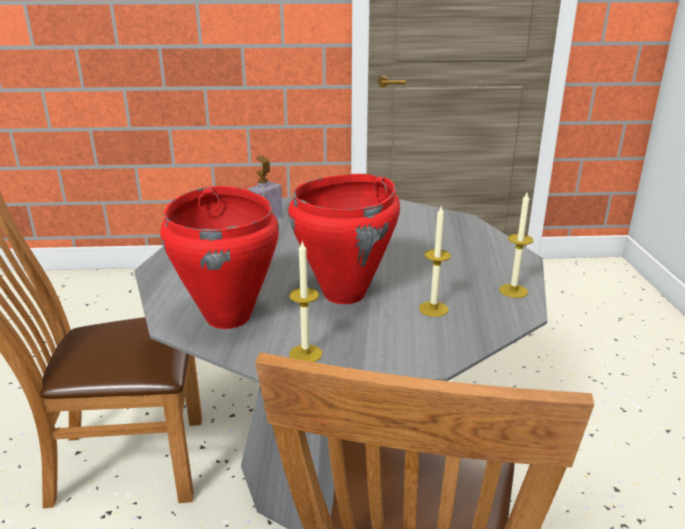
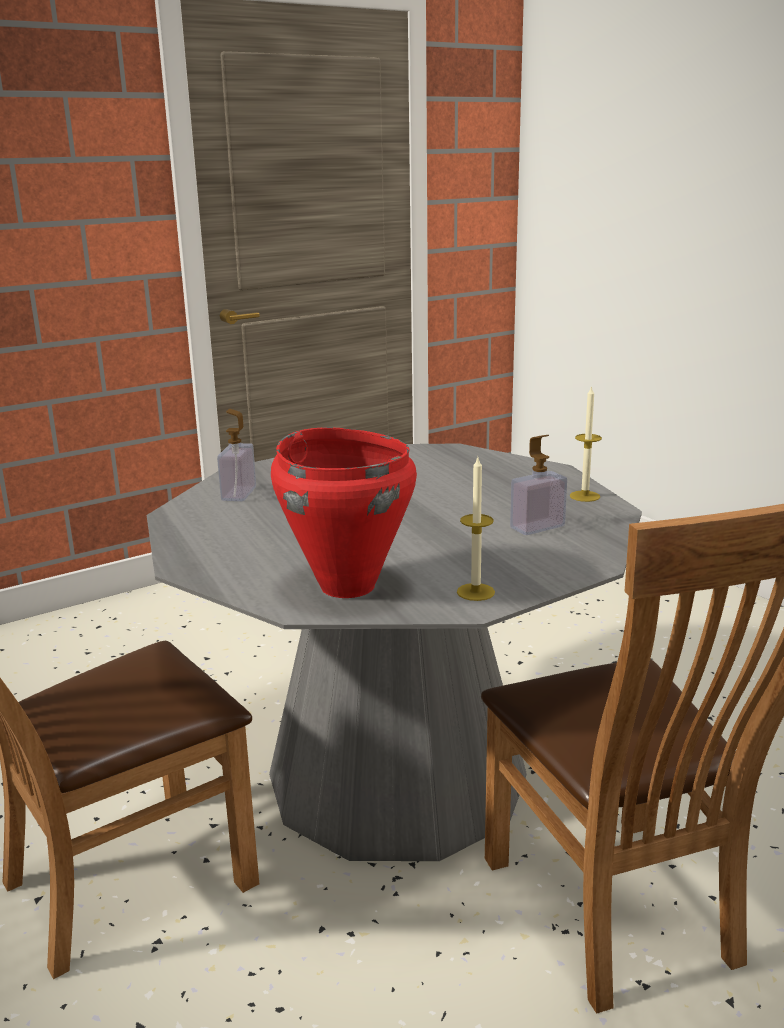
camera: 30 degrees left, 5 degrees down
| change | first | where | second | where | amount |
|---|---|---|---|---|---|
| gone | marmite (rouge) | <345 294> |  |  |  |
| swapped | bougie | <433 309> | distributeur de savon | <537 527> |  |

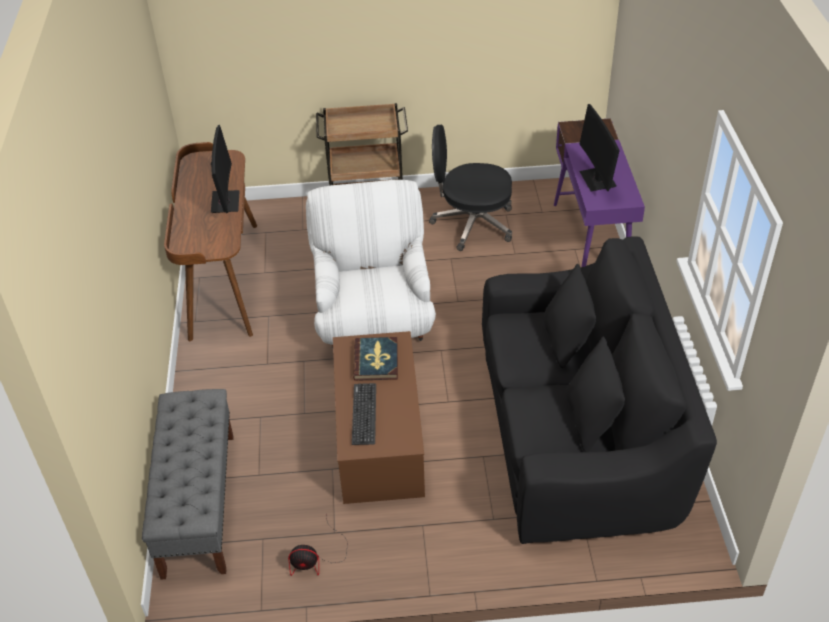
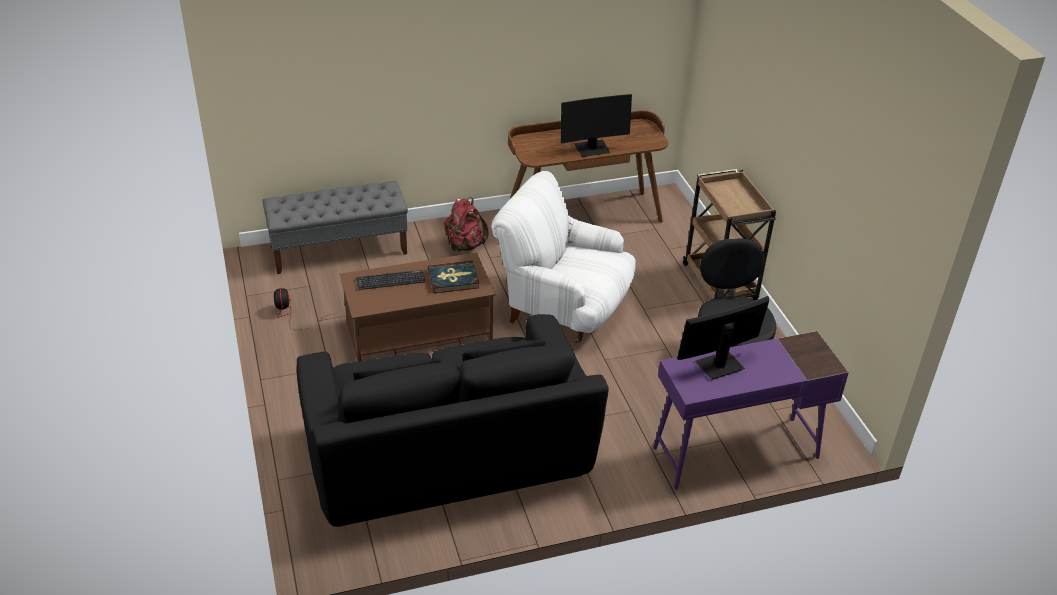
camera: 75 degrees right, 5 degrees down
| change | first | where | second | where | amount |
|---|---|---|---|---|---|
| new |  |  | sac à dos (rouge) | <464 245> |  |
| rotated | fauteuil (blanc) | <373 319> |  | <562 309> | 135 degrees counterclockwise |

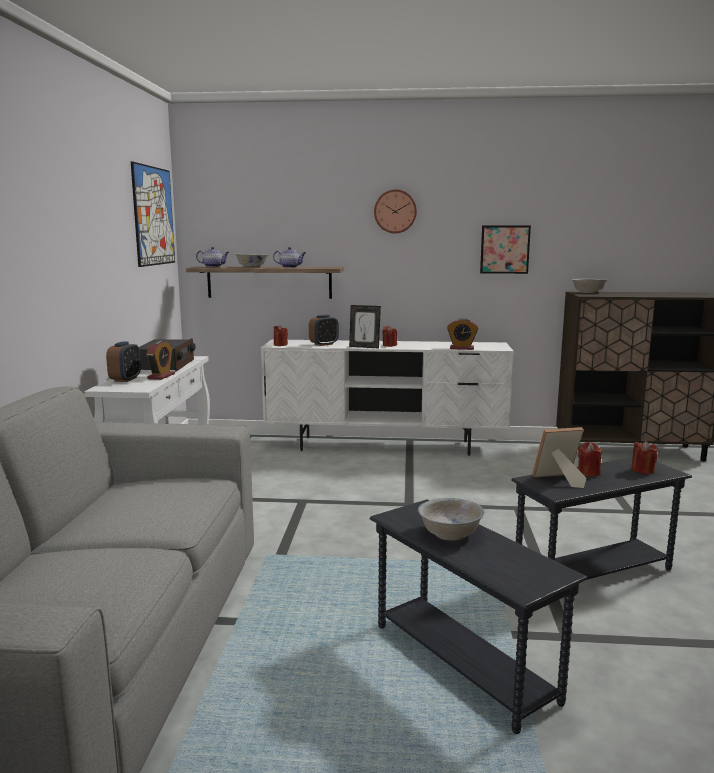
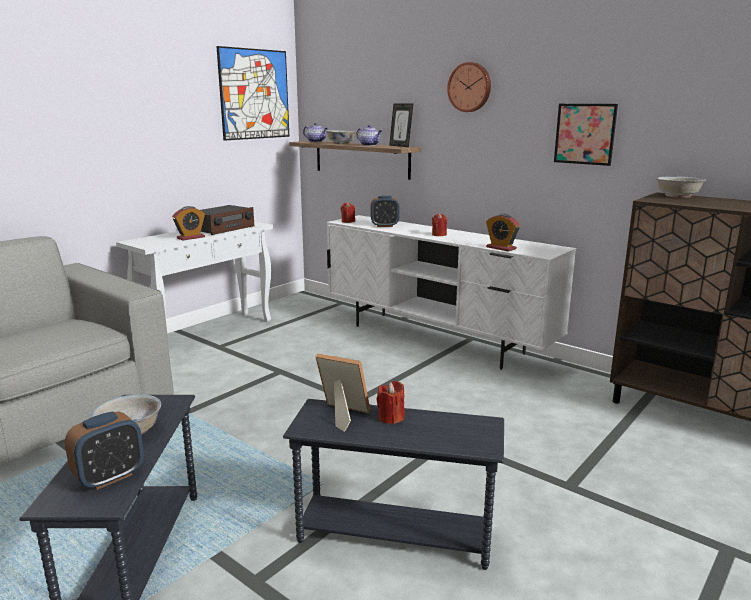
camera: 35 degrees right, 5 degrees up
| change | first | where | second | where | amount |
|---|---|---|---|---|---|
| gone | bougie (rouge) | <642 470> |  |  |  |
| shifted | réveil | <125 379> |  | <110 477> |  |
| shifted | cadre photo | <364 347> |  | <400 146> |  |

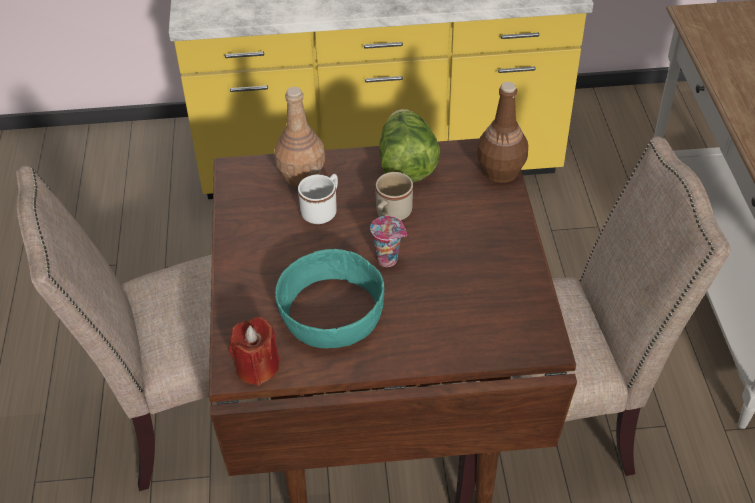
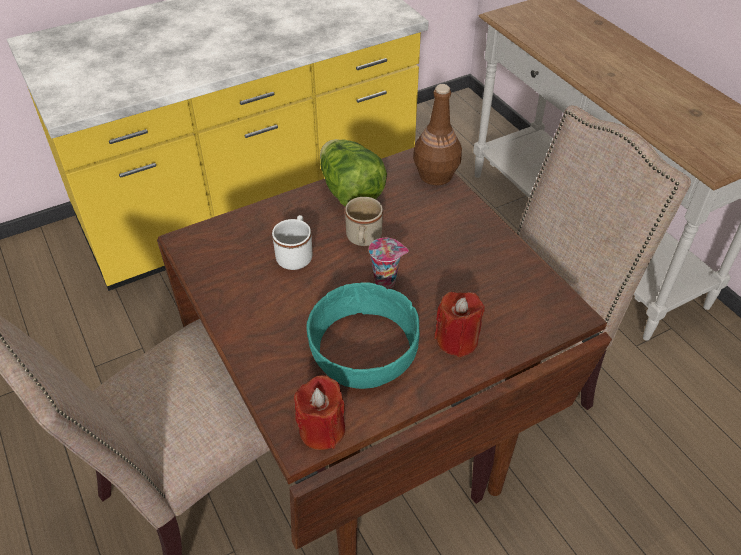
camera: 25 degrees left, 0 degrees up
| change | first | where | second | where | amount |
|---|---|---|---|---|---|
| gone | bouteille (marron) | <301 175> |  |  |  |
| new |  |  | bougie (rouge) | <457 340> |  |

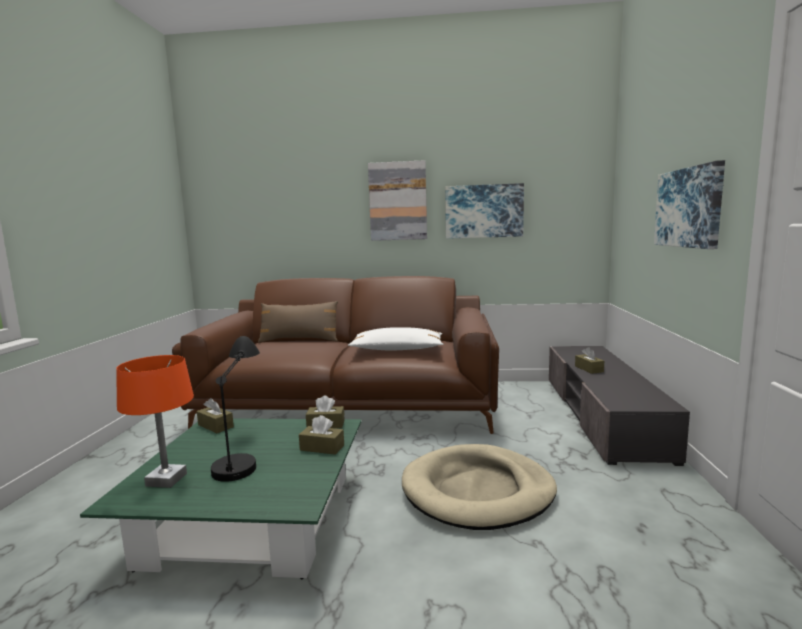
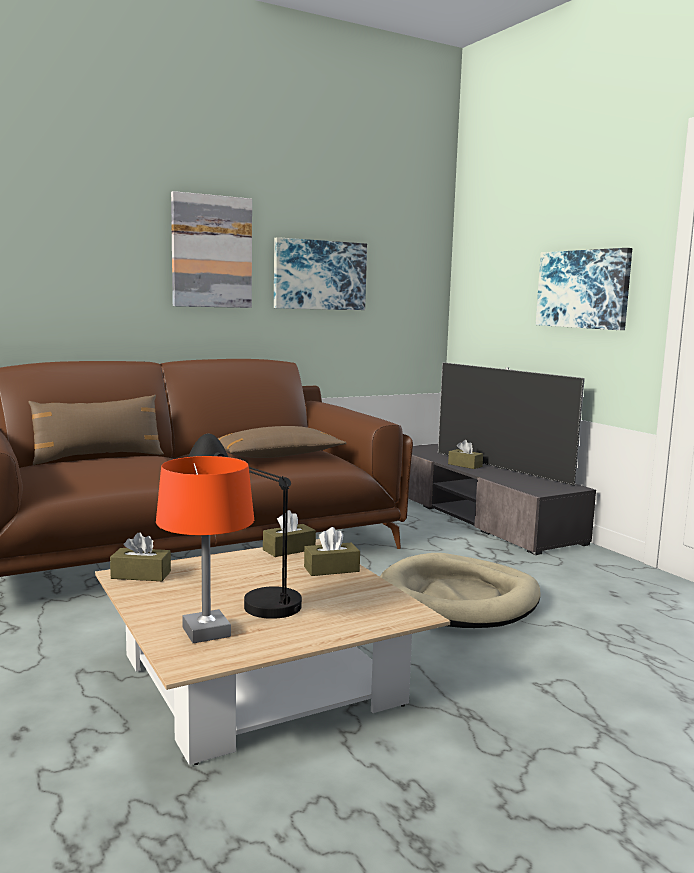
camera: 35 degrees left, 0 degrees up
| change | first | where | second | where | amount |
|---|---|---|---|---|---|
| new |  |  | téléviseur | <501 468> |  |
| repainted | table basse (vert) | <254 518> | table basse (beige) | <261 678> |  |
| repainted | coussin (blanc) | <397 349> | coussin (marron) | <277 456> |  |

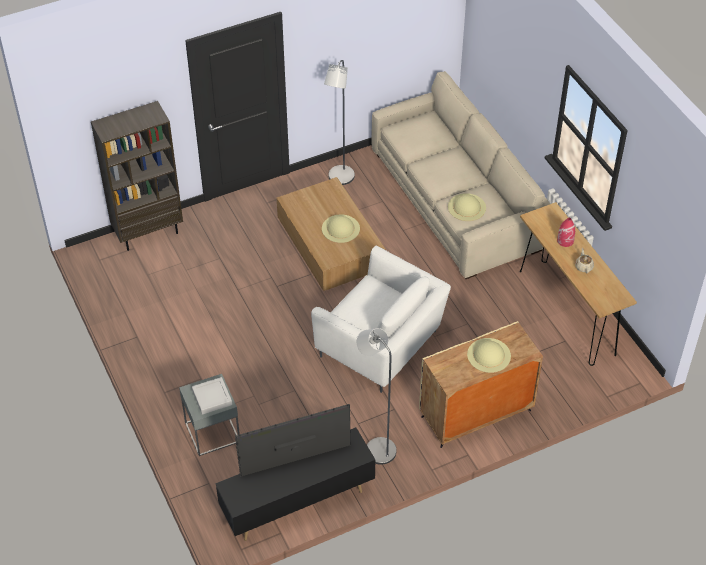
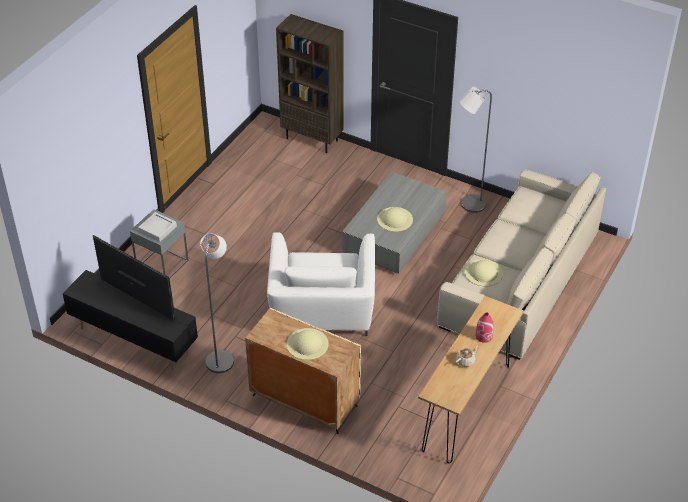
camera: 55 degrees right, 5 degrees down
| change | first | where | second | where | amount |
|---|---|---|---|---|---|
| repainted | table basse (marron) | <330 246> | table basse (gris) | <394 235> |  |

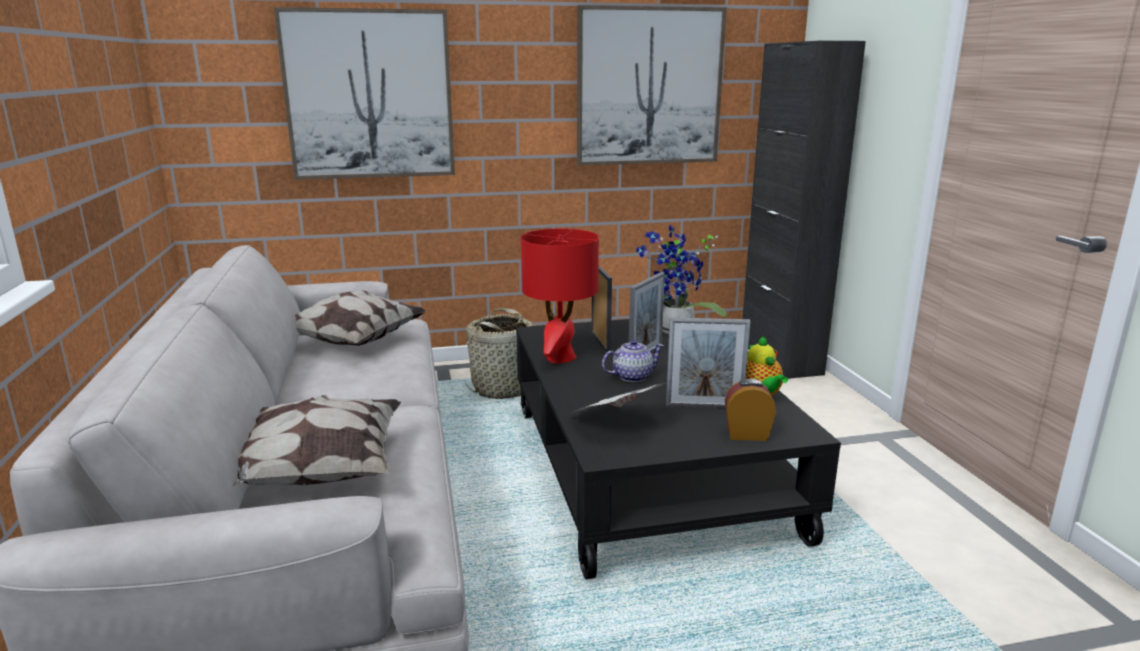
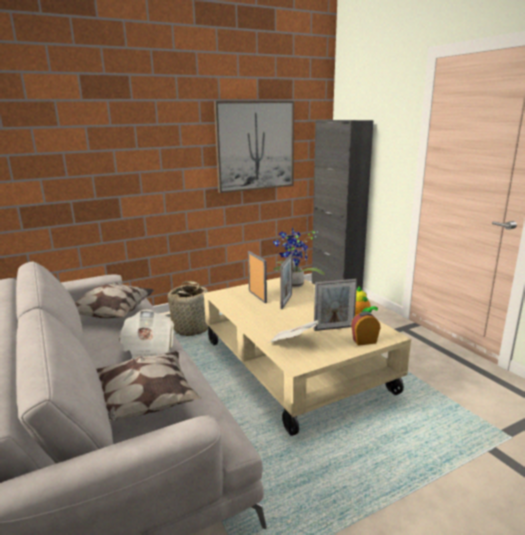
camera: 15 degrees left, 0 degrees up
| change | first | where | second | where | amount |
|---|---|---|---|---|---|
| gone | tableau | <369 95> |  |  |  |
| gone | lampe de table (rouge) | <560 358> |  |  |  |
| gone | théière | <632 376> |  |  |  |
| new |  |  | journal | <148 350> |  |
| repainted | table basse (noir) | <644 469> | table basse (beige) | <293 366> |  |

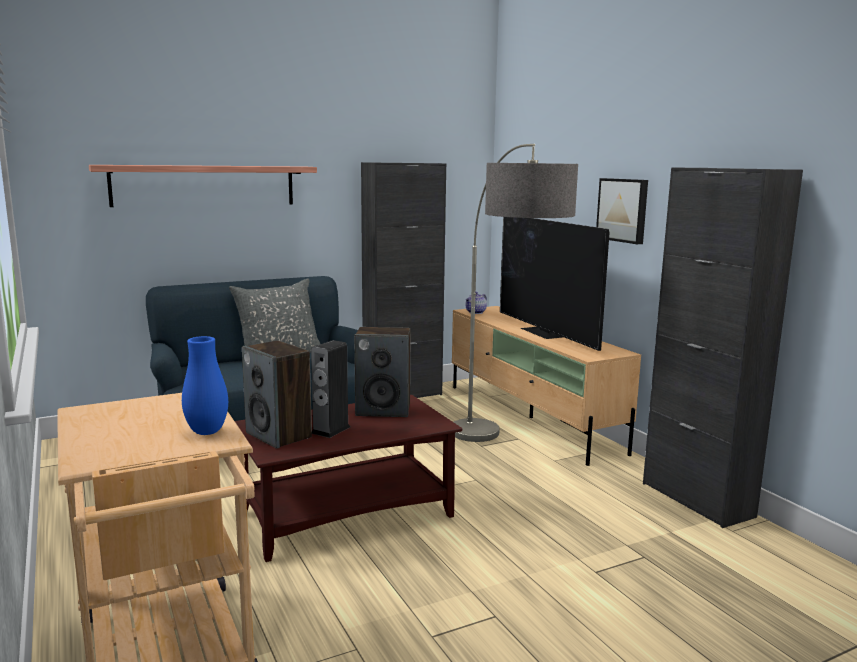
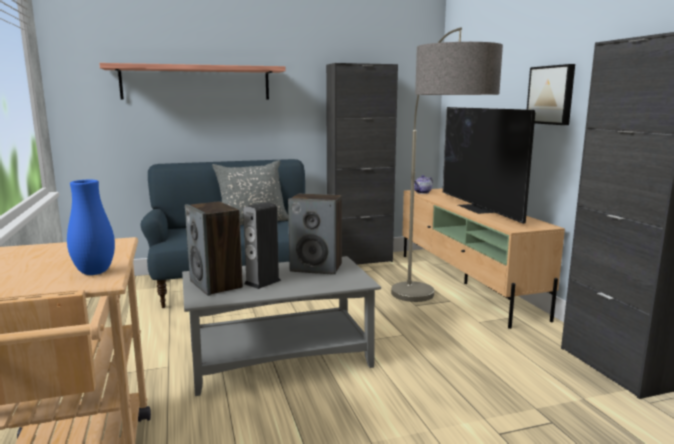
camera: 10 degrees right, 0 degrees up
| change | first | where | second | where | amount |
|---|---|---|---|---|---|
| repainted | table basse (marron) | <348 514> | table basse (gris) | <281 357> |  |

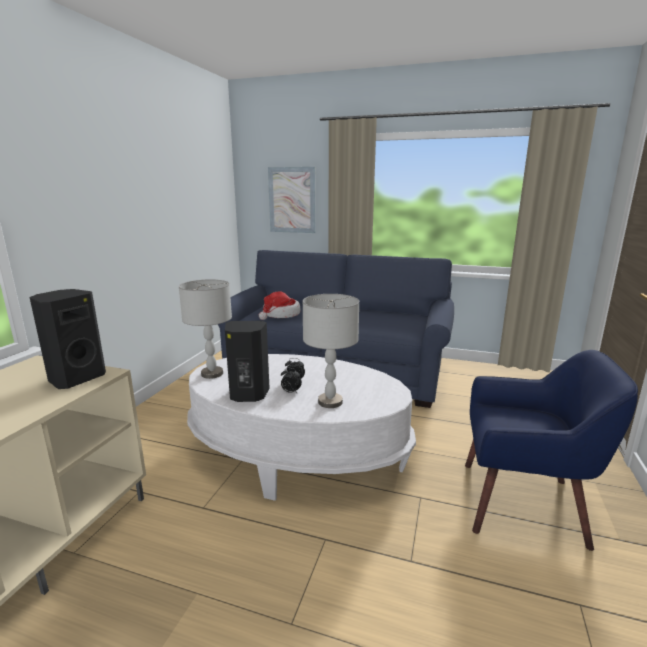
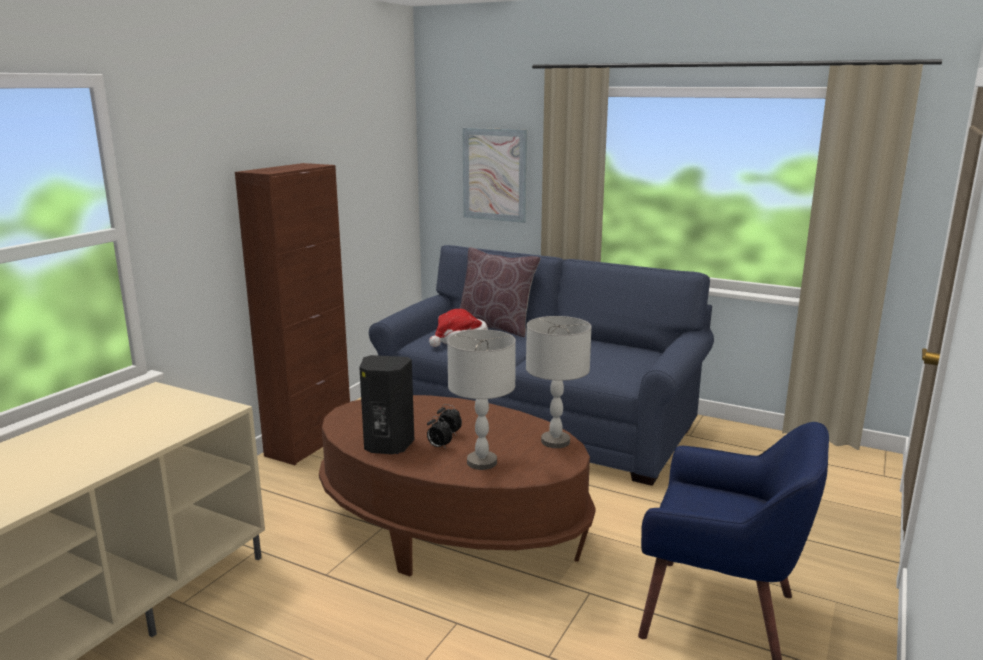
camera: 10 degrees right, 0 degrees up
| change | first | where | second | where | amount |
|---|---|---|---|---|---|
| gone | enceinte (noir) | <76 378> |  |  |  |
| new |  |  | meuble de rangement (marron) | <309 443> |  |
| new |  |  | coussin (marron) | <495 326> |  |
| shifted | lampe de table (gris) | <212 374> |  | <556 441> |  |
| repainted | table basse (blanc) | <297 455> | table basse (marron) | <451 529> |  |

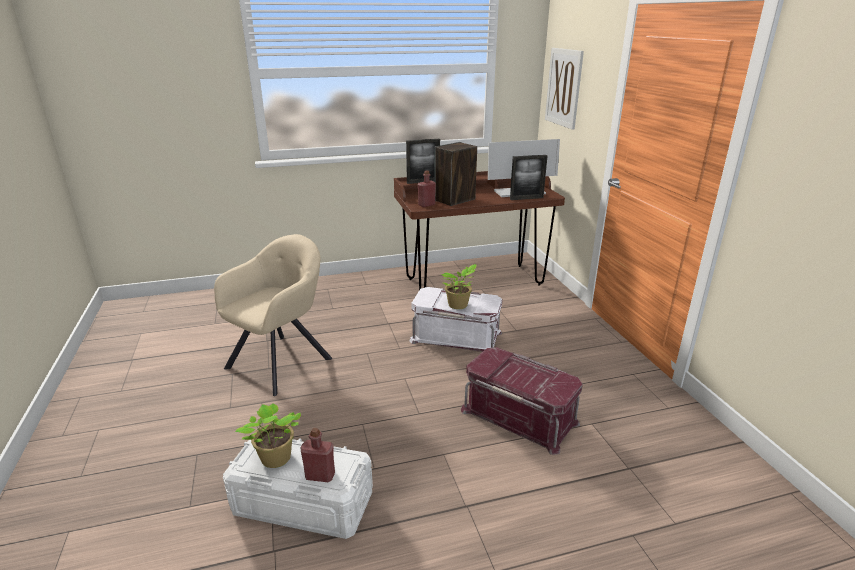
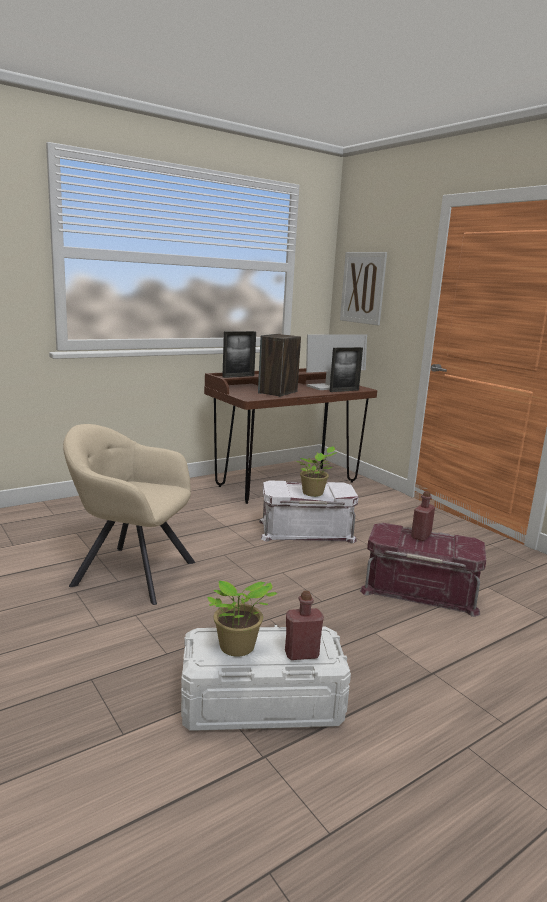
camera: 20 degrees left, 10 degrees down
| change | first | where | second | where | amount |
|---|---|---|---|---|---|
| shifted | bouteille (rouge) | <426 205> |  | <421 536> |  |
| rotated | fauteuil (beige) | <282 361> |  | <130 572> | 90 degrees counterclockwise |

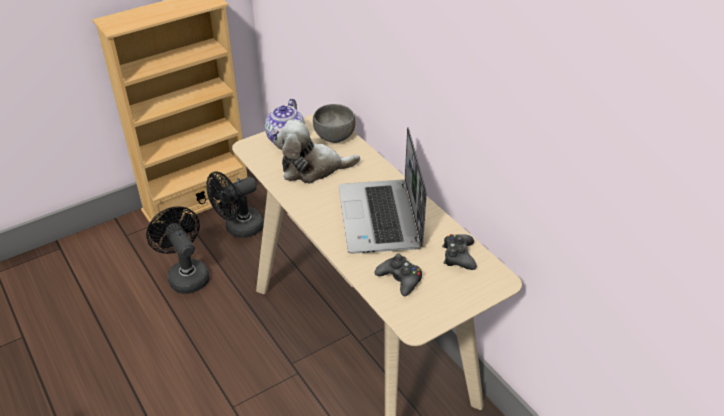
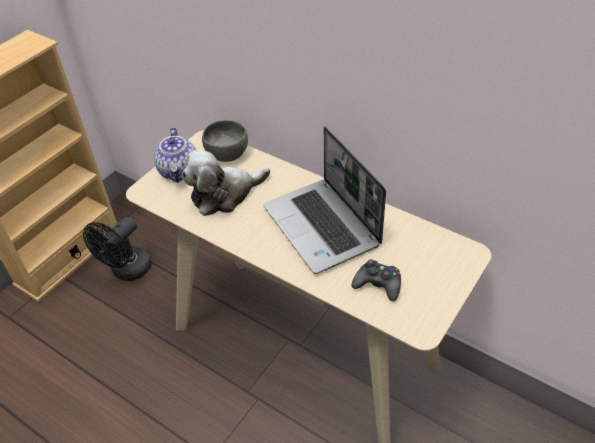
camera: 20 degrees left, 5 degrees up
| change | first | where | second | where | amount |
|---|---|---|---|---|---|
| gone | ventilateur (noir) | <186 275> |  |  |  |
| gone | manette (noir) | <458 256> |  |  |  |

